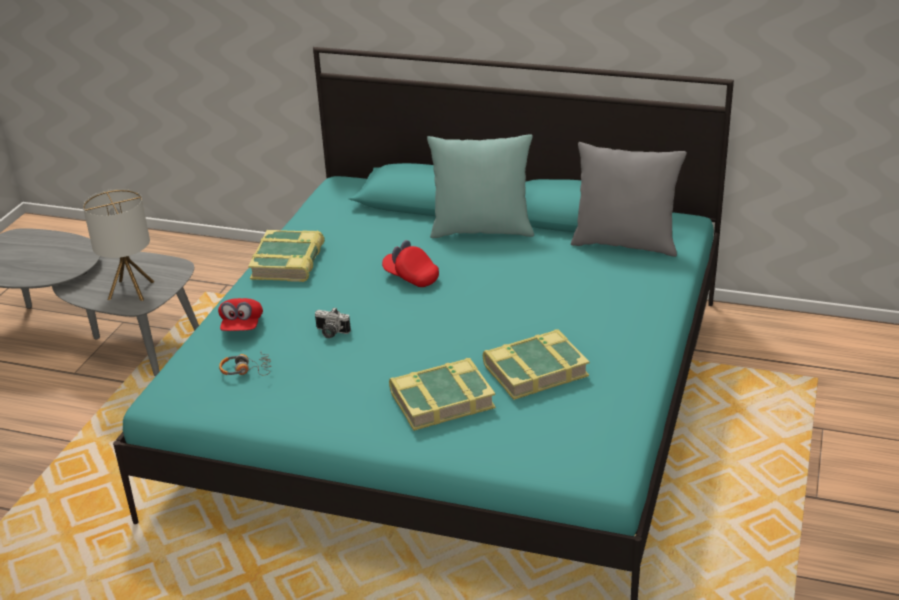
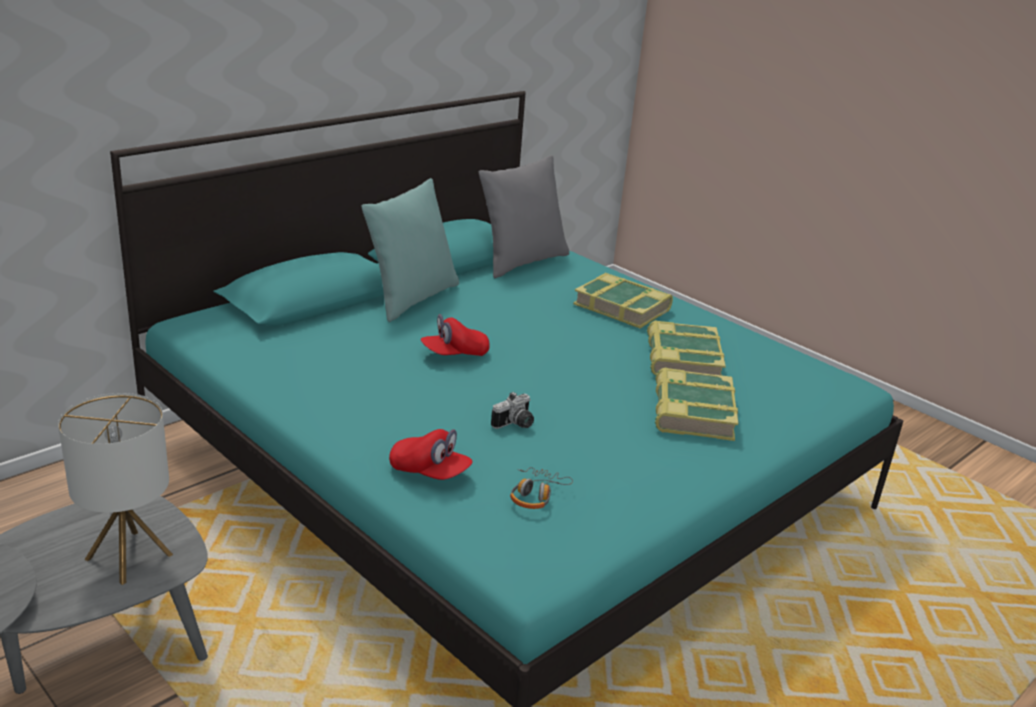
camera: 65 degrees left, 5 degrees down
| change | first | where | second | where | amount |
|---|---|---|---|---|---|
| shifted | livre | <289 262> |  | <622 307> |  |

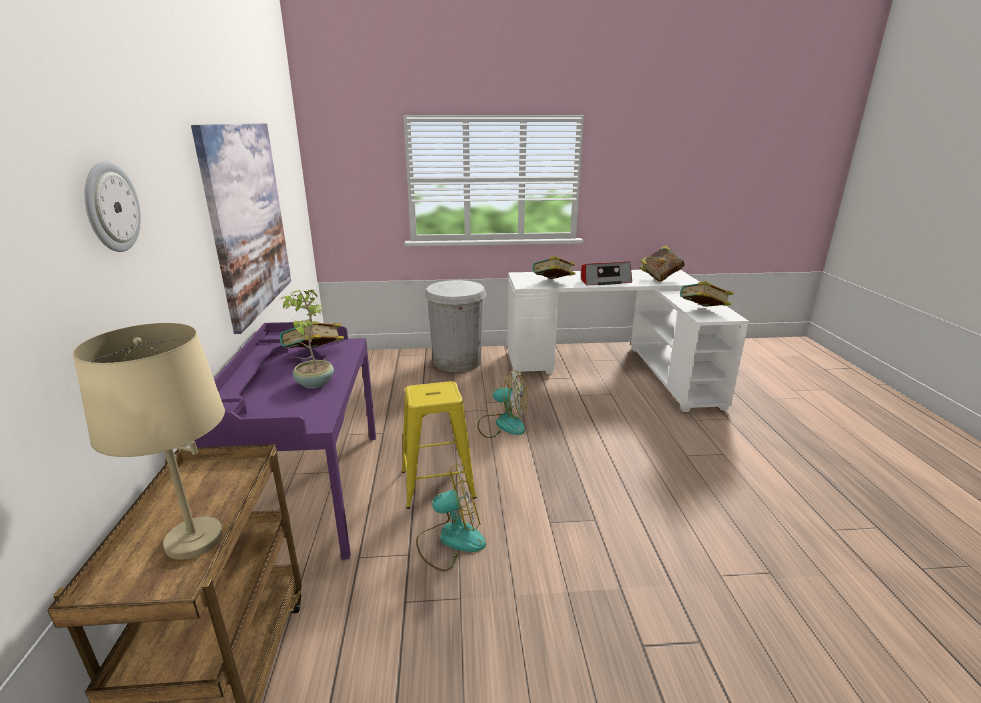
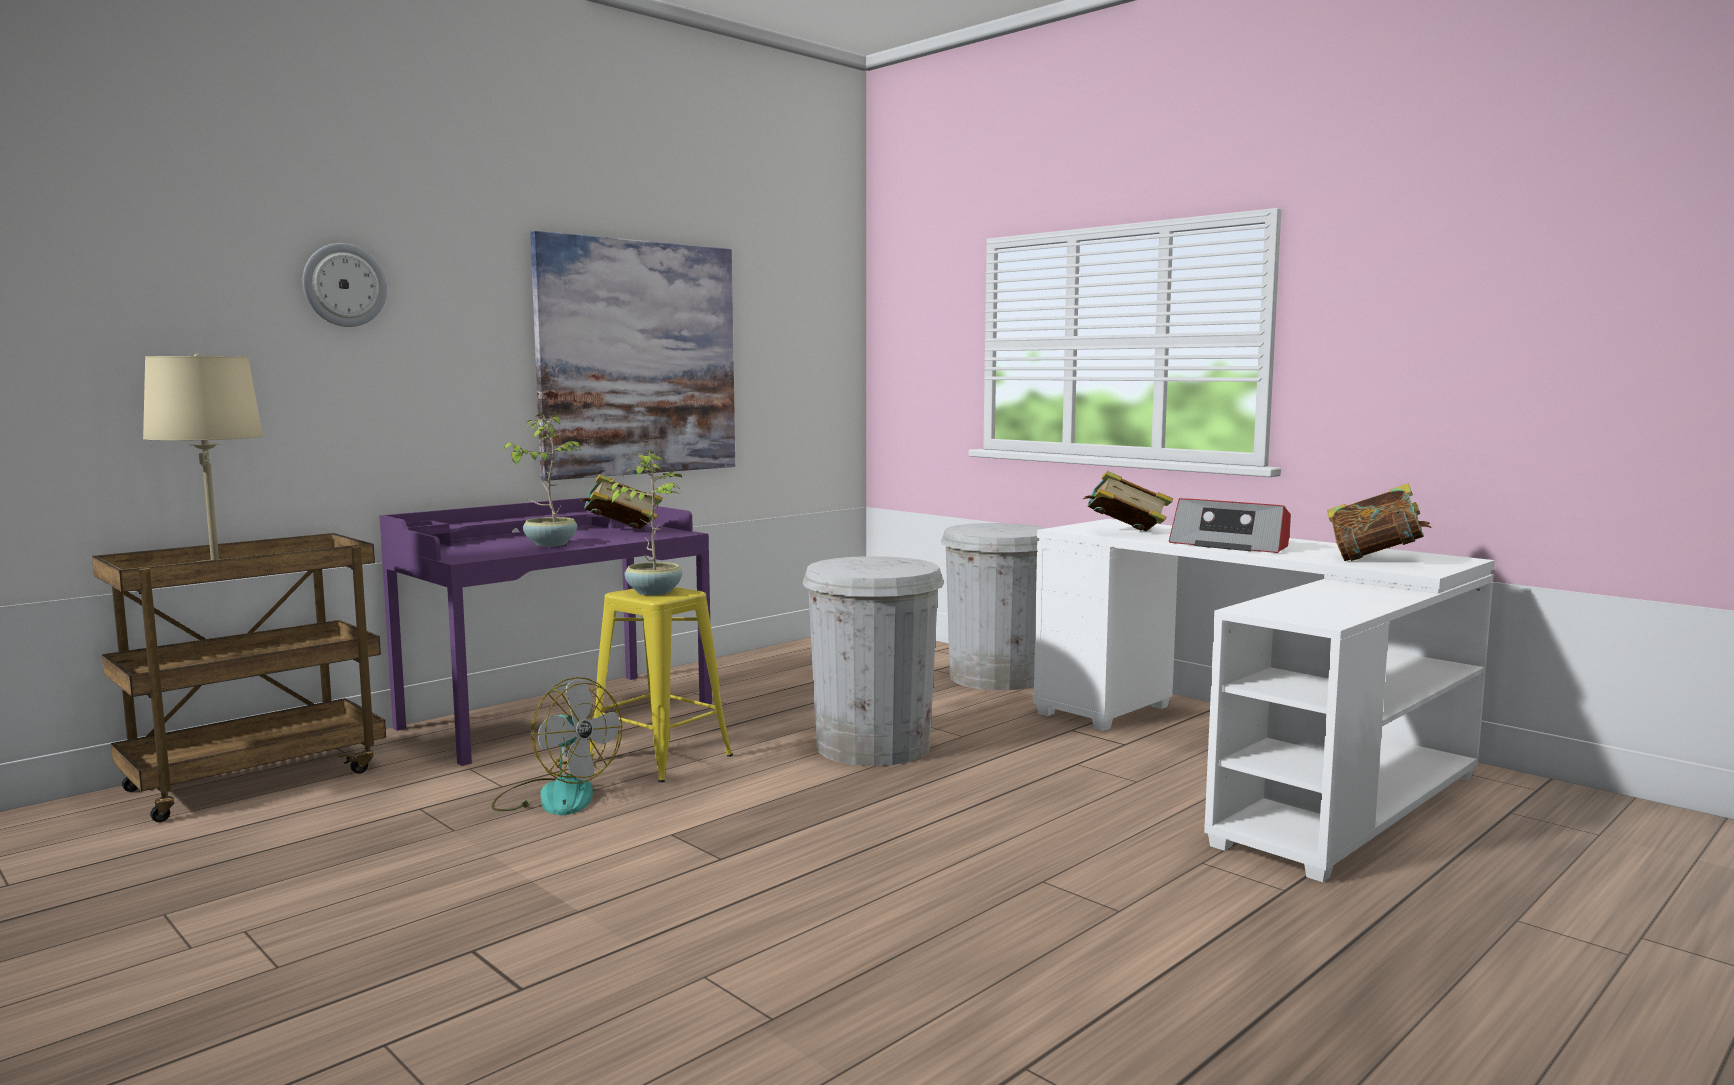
camera: 50 degrees right, 15 degrees down
| change | first | where | second | where | amount |
|---|---|---|---|---|---|
| gone | livre | <702 311> |  |  |  |
| new |  |  | plante en pot | <654 592> |  |
| swapped | ventilateur | <502 424> | poubelle (blanc) | <873 746> |  |

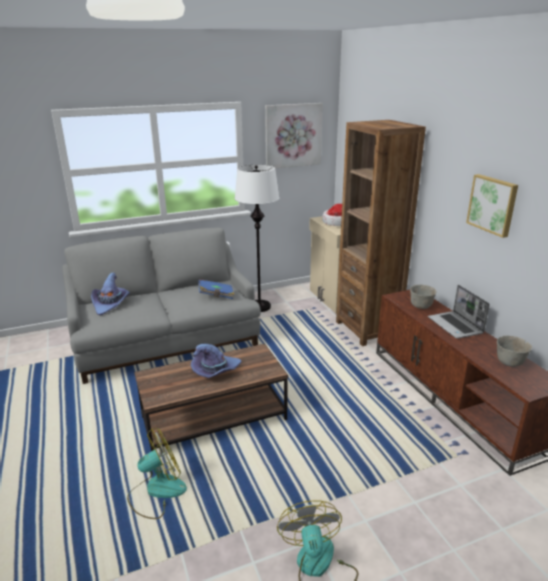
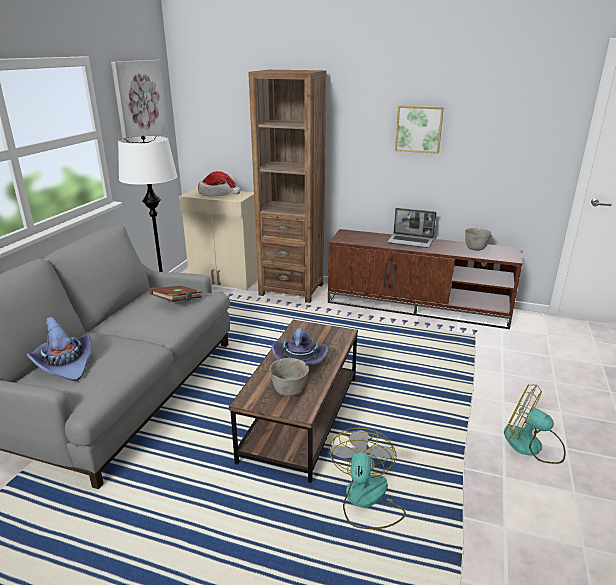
camera: 50 degrees left, 0 degrees up
| change | first | where | second | where | amount |
|---|---|---|---|---|---|
| shifted | bol (gris) | <421 306> |  | <290 391> |  |
| repainted | livre (bleu) | <216 296> | livre (marron) | <178 302> |  |

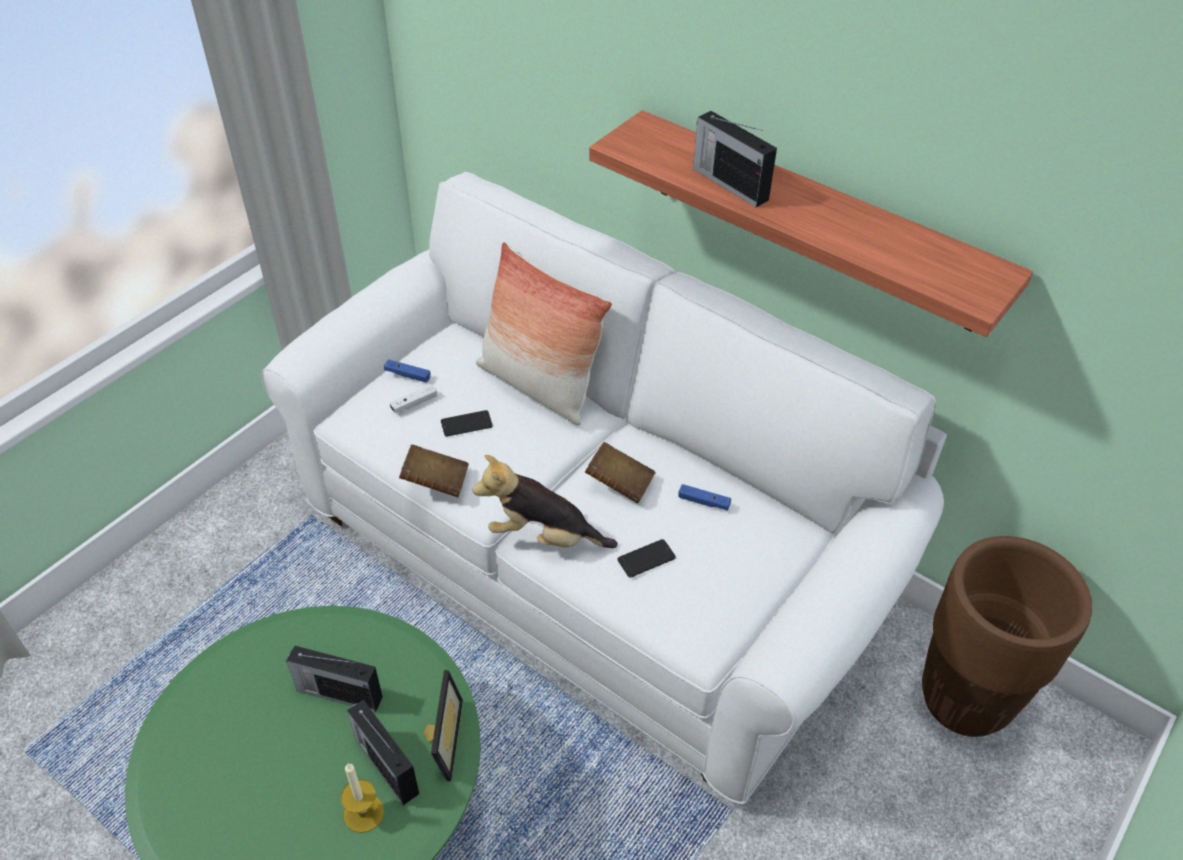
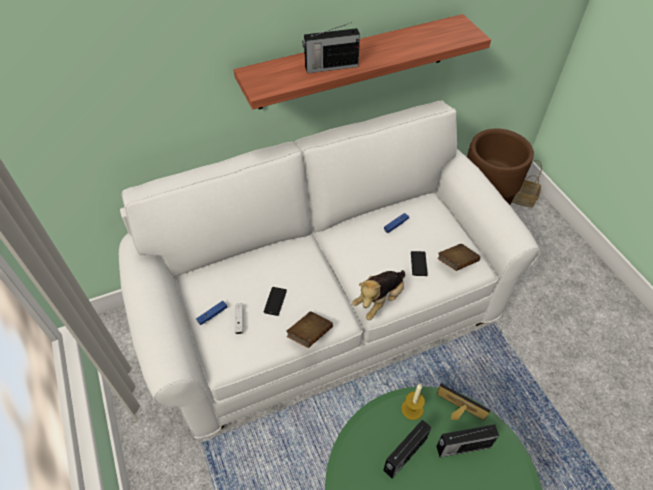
camera: 60 degrees left, 5 degrees up
| change | first | where | second | where | amount |
|---|---|---|---|---|---|
| gone | coussin | <538 386> |  |  |  |
| new |  |  | panier | <524 199> |  |
| shifted | bougie | <363 813> |  | <412 409> |  |
| shifted | livre (marron) | <619 484> |  | <456 263> |  |

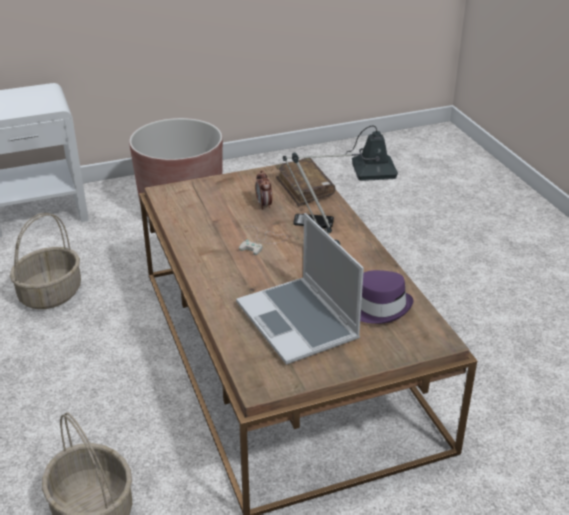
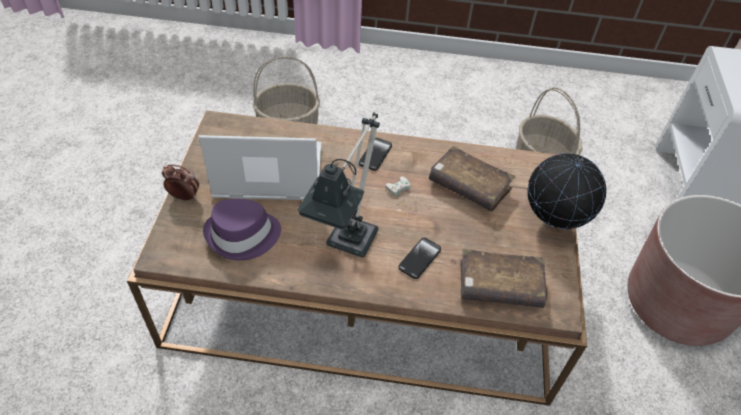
camera: 115 degrees right, 15 degrees up
| change | first | where | second | where | amount |
|---|---|---|---|---|---|
| new |  |  | téléphone | <375 155> |  |
| new |  |  | livre (marron) | <469 186> |  |
| new |  |  | globe | <553 222> |  |
| shifted | réveil | <264 205> |  | <184 196> |  |

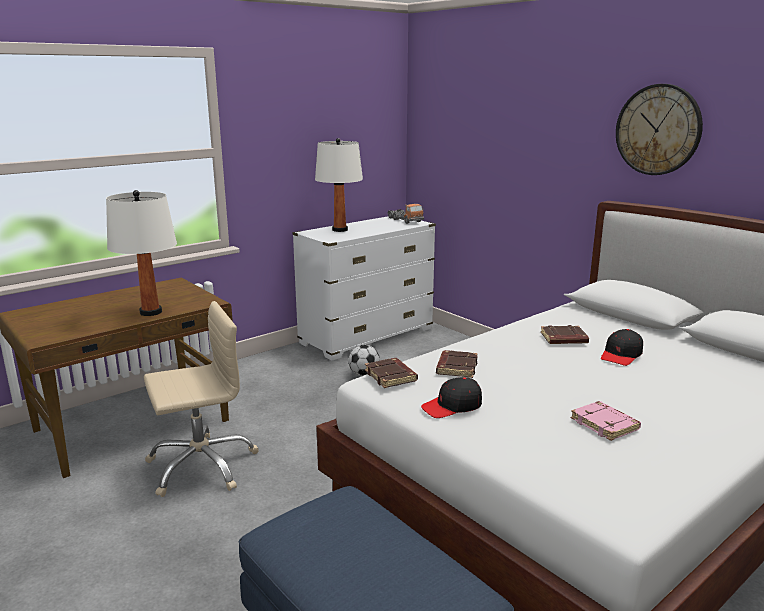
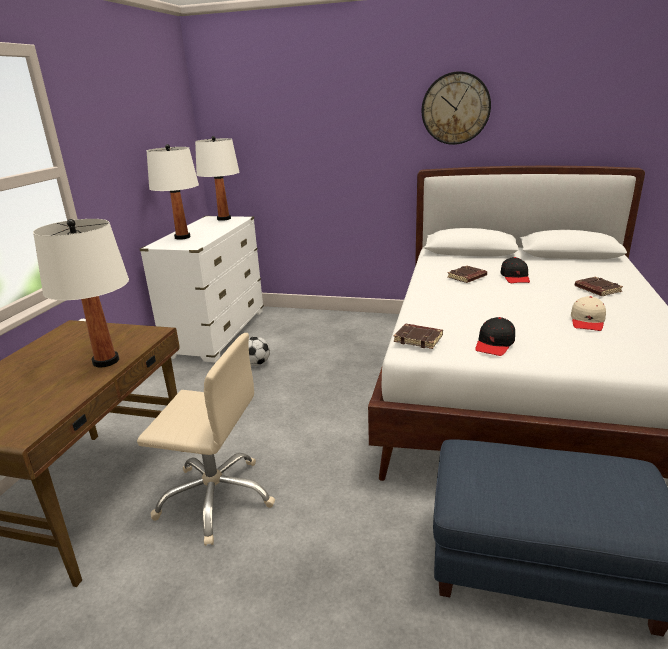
camera: 35 degrees left, 5 degrees up
| change | first | where | second | where | amount |
|---|---|---|---|---|---|
| shifted | livre (marron) | <456 367> |  | <596 289> |  |
| swapped | camion jouet | <405 220> | lampe de table (blanc) | <224 219> |  |
| swapped | livre (rose) | <605 425> | casquette (beige) | <587 321> |  |
| rotated | chaise de bureau (beige) | <201 465> |  | <216 498> | 75 degrees clockwise |

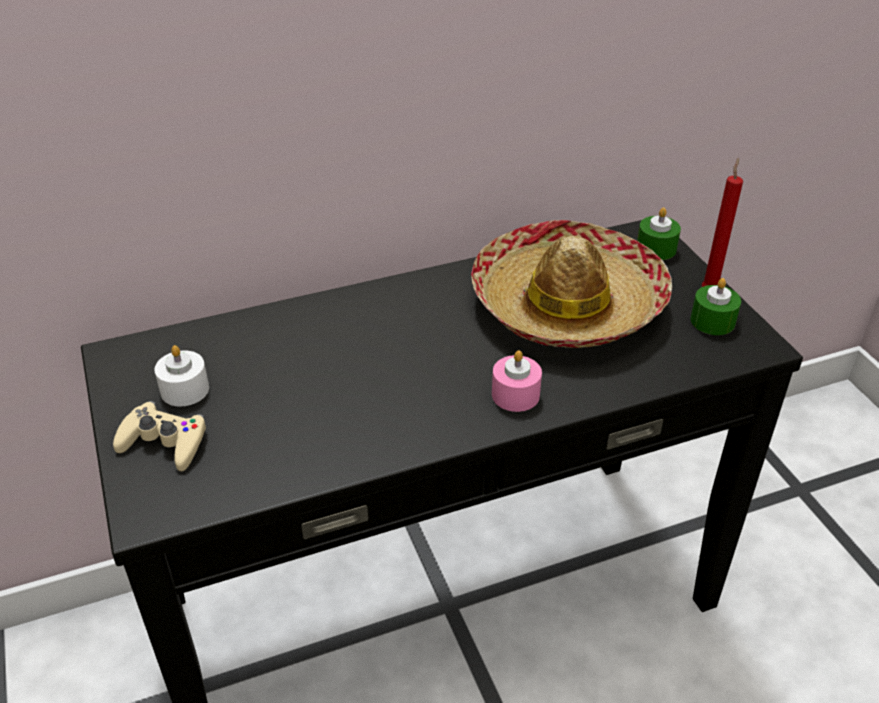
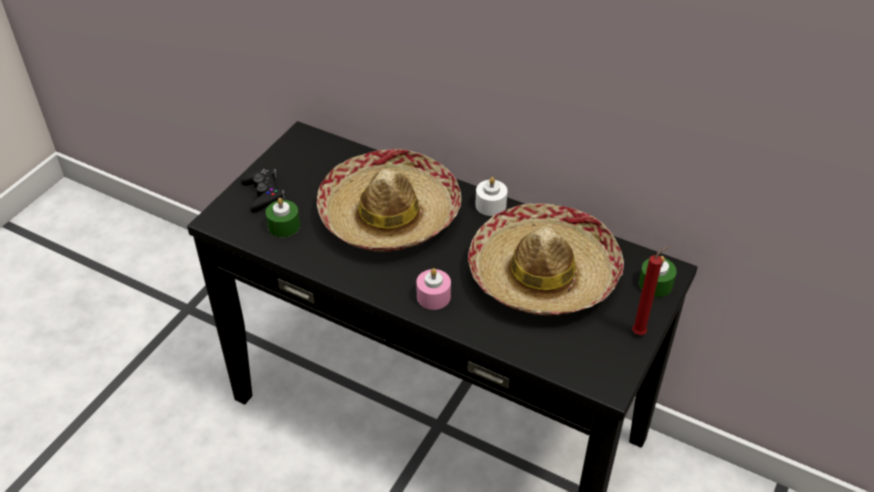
camera: 50 degrees right, 5 degrees up
| change | first | where | second | where | amount |
|---|---|---|---|---|---|
| new |  |  | chapeau | <389 214> |  |
| shifted | bougie (blanc) | <185 390> |  | <490 205> |  |
| shifted | bougie (vert) | <712 321> |  | <284 226> |  |
| repainted | manette (beige) | <164 442> | manette (noir) | <263 194> |  |

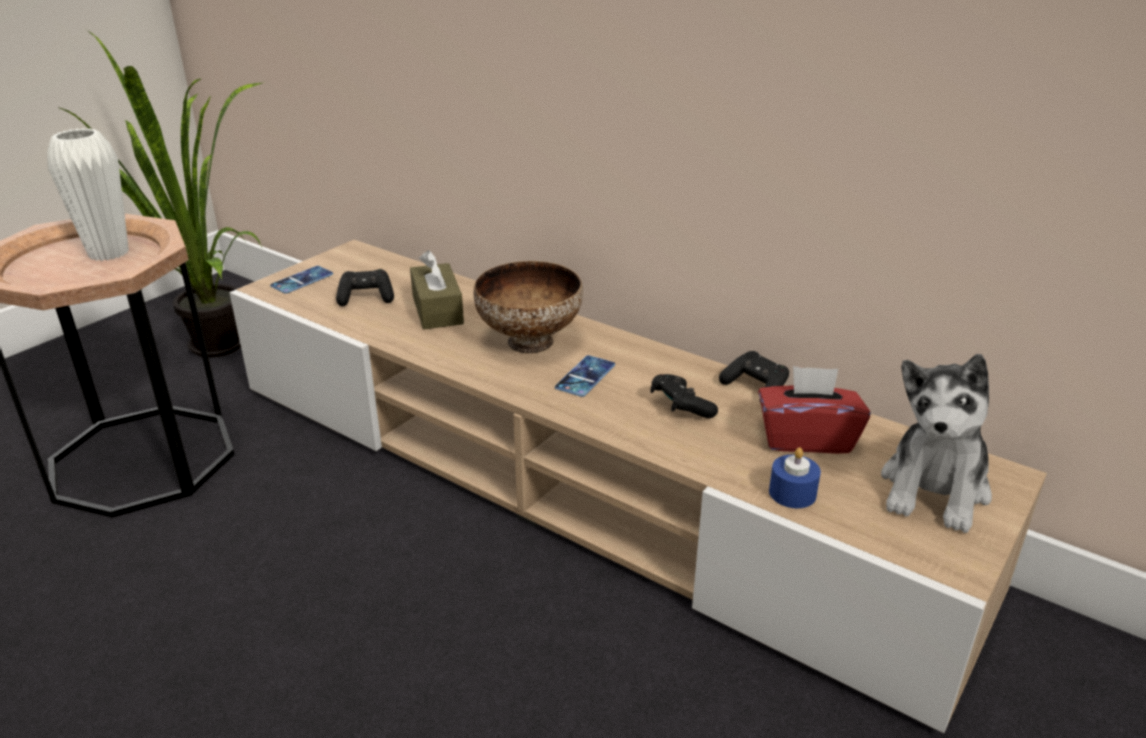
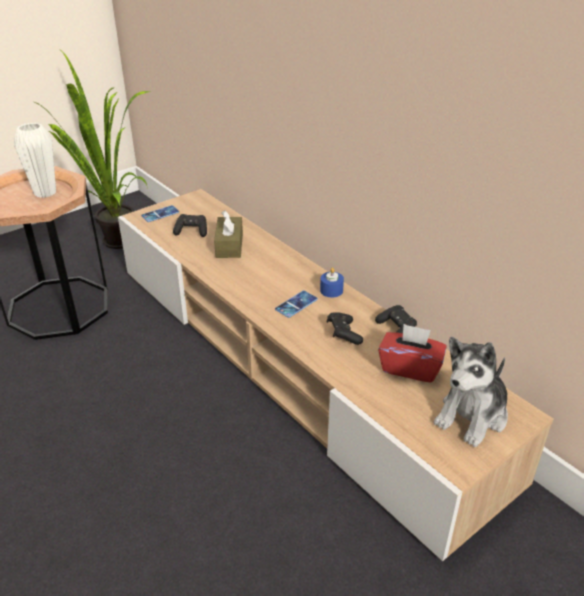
camera: 15 degrees right, 5 degrees up
| change | first | where | second | where | amount |
|---|---|---|---|---|---|
| gone | bol | <530 341> |  |  |  |
| shifted | bougie (bleu) | <792 493> |  | <331 290> |  |

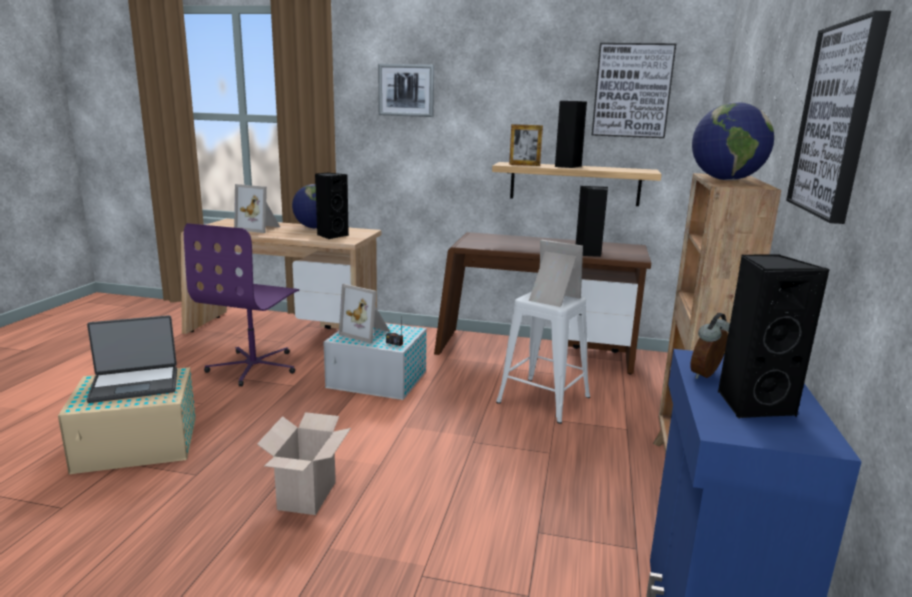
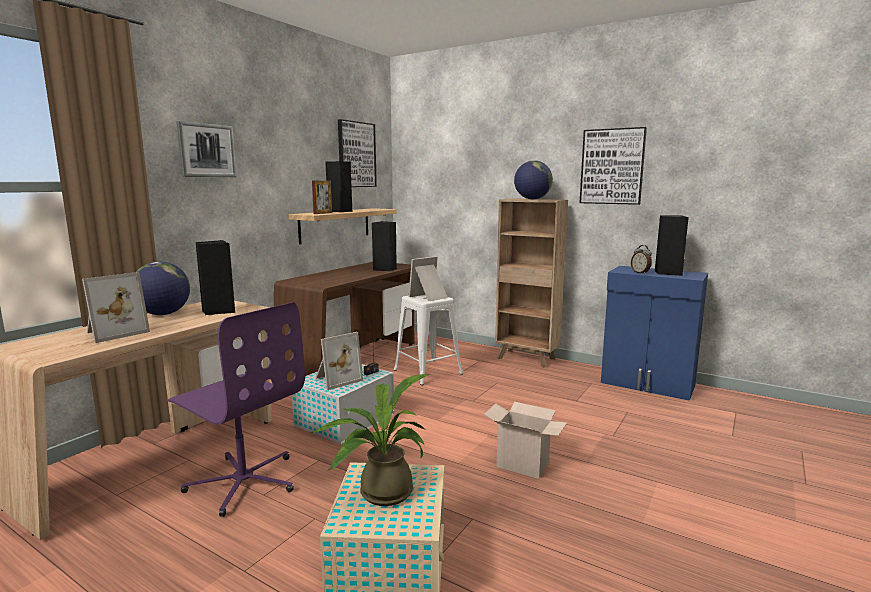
camera: 70 degrees left, 5 degrees down
| change | first | where | second | where | amount |
|---|---|---|---|---|---|
| swapped | ordinateur portable | <135 384> | plante en pot | <379 493> |  |

